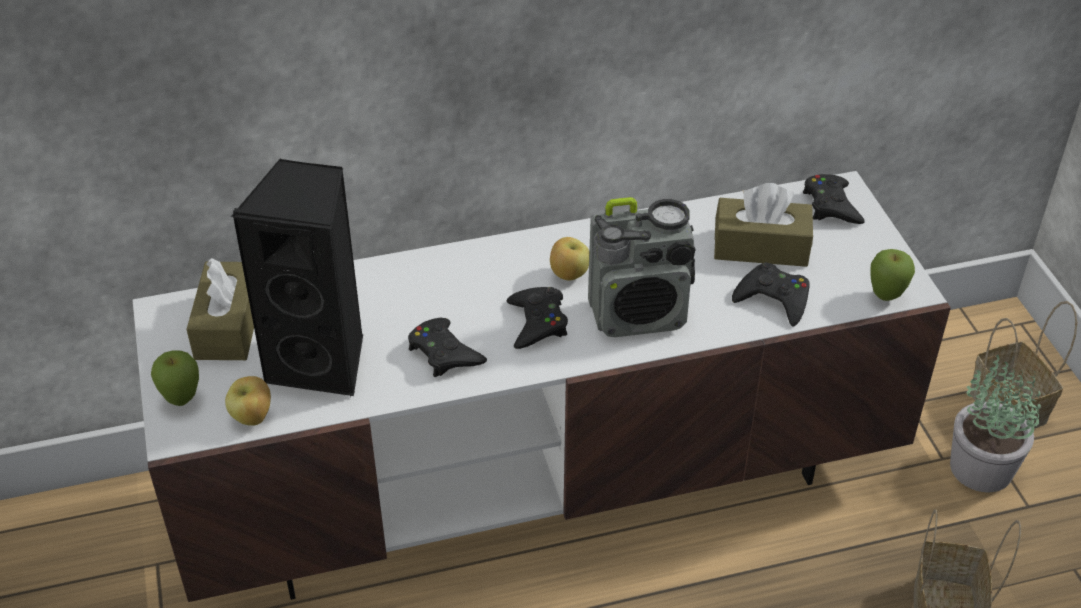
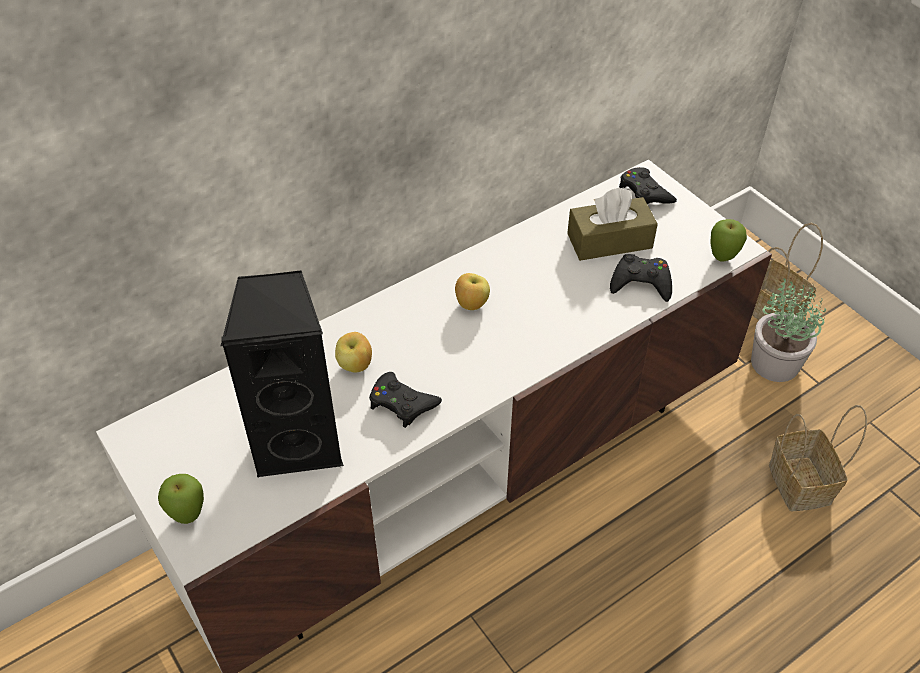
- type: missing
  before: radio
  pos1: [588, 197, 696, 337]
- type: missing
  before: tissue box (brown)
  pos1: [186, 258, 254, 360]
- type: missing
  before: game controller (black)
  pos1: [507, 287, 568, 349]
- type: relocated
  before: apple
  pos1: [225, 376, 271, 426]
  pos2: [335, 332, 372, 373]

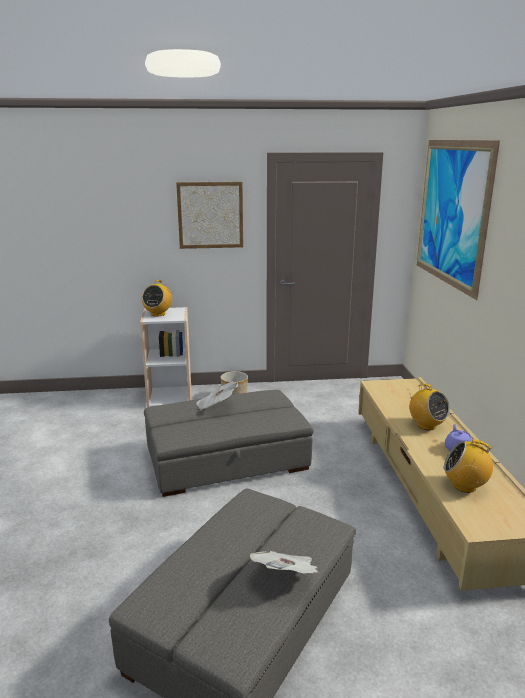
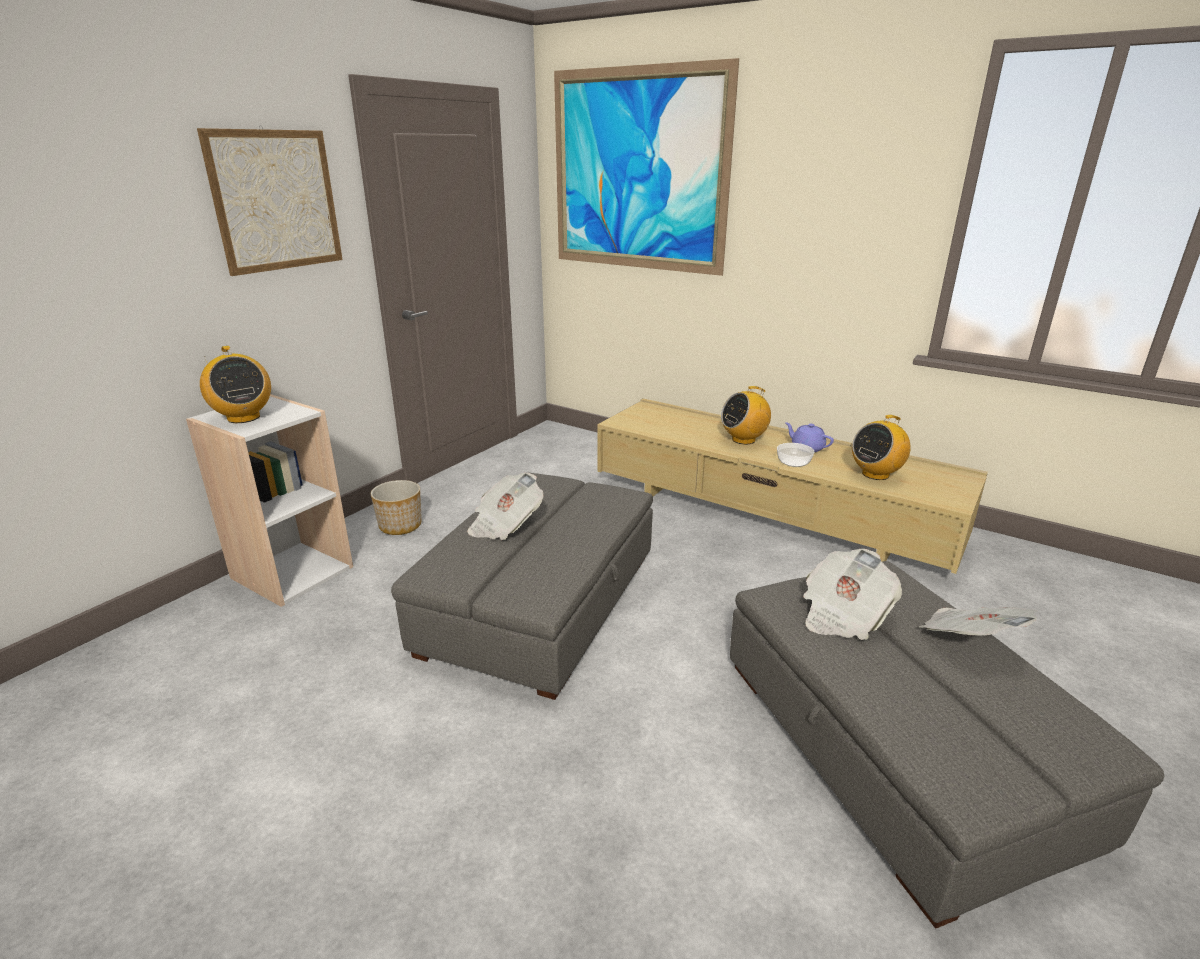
- type: spun
  before: radio
  pos1: [408, 384, 450, 430]
  pos2: [721, 386, 771, 445]
  turn: 150
- type: appeared
  after: bowl
  pos2: [777, 443, 814, 467]
- type: appeared
  after: newspaper
  pos2: [803, 549, 902, 640]

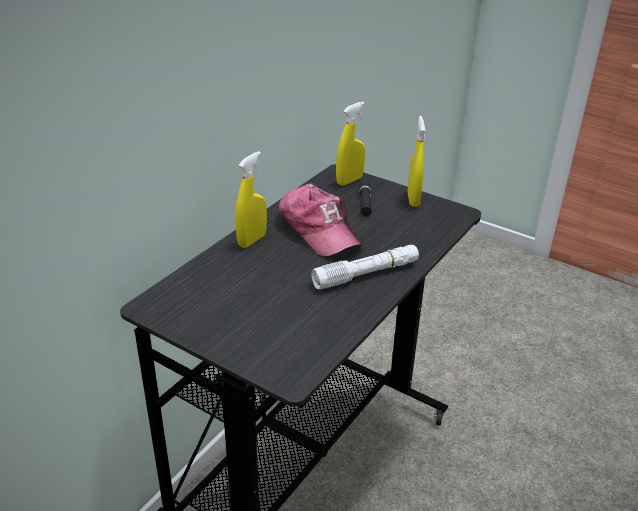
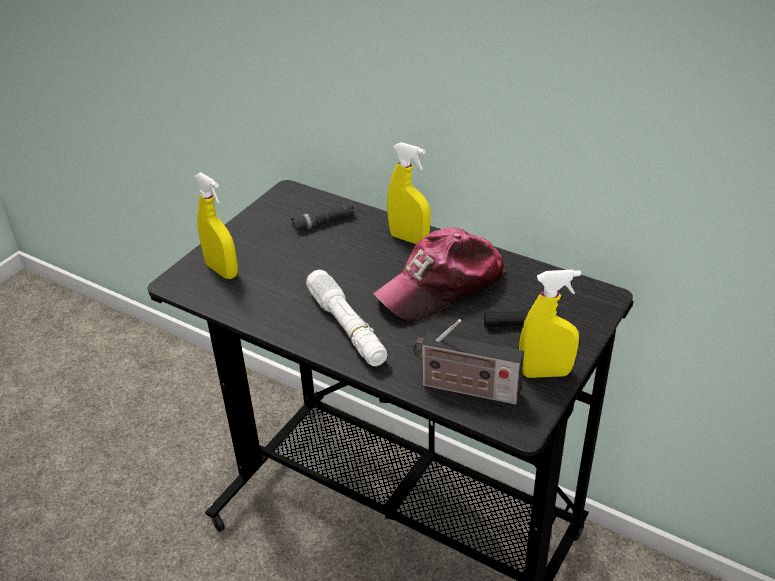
- type: relocated
  before: spray bottle (yellow)
  pos1: [336, 102, 365, 186]
  pos2: [194, 172, 238, 279]
- type: appeared
  after: flashlight (black)
  pos2: [291, 202, 355, 232]
- type: appeared
  after: radio
  pos2: [413, 319, 524, 405]

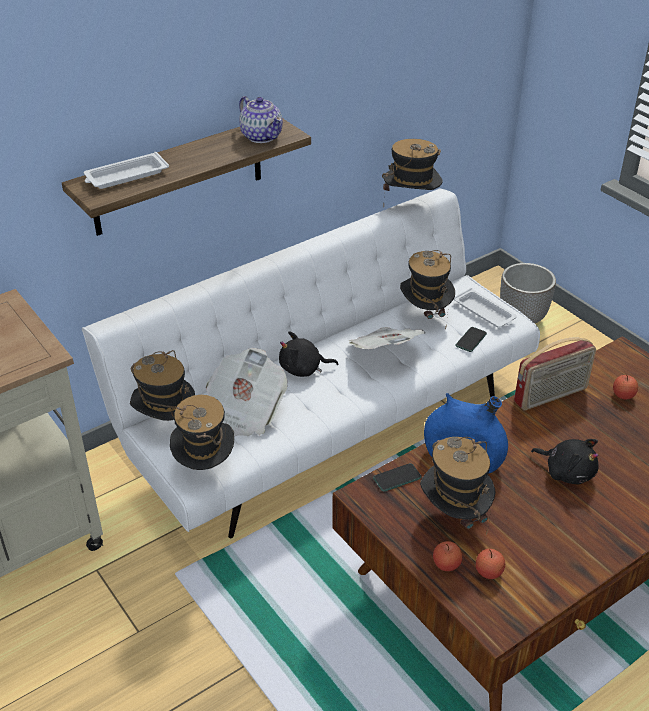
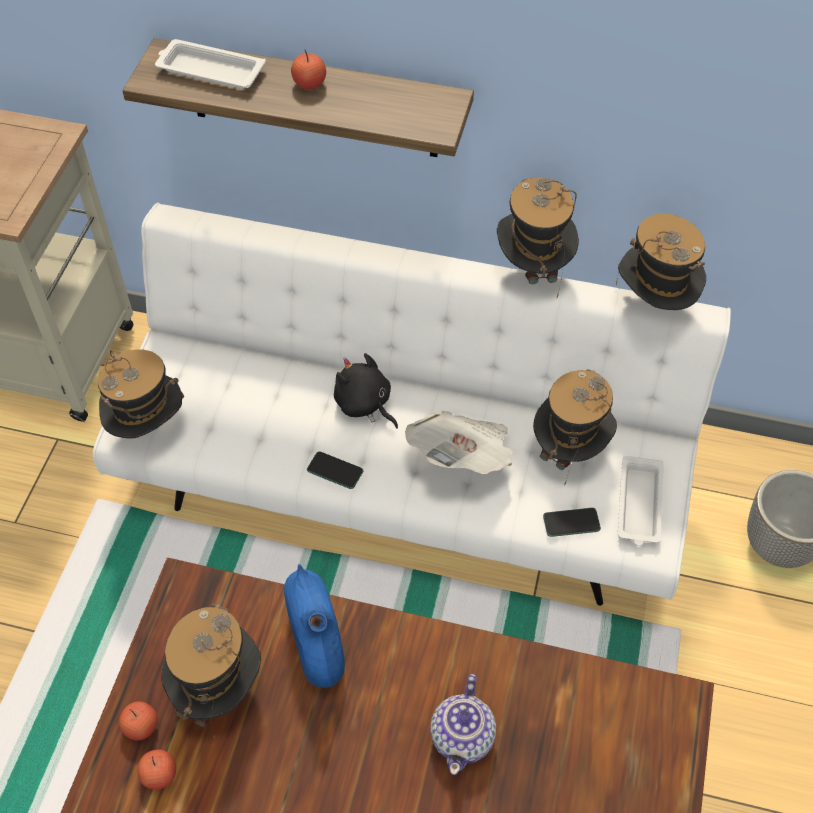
- type: relocated
  before: teapot
  pos1: [239, 96, 283, 143]
  pos2: [430, 674, 496, 775]
- type: missing
  before: radio
  pos1: [514, 337, 596, 411]
- type: missing
  before: newspaper
  pos1: [206, 348, 288, 437]
- type: relocated
  before: hat
  pos1: [130, 350, 195, 425]
  pos2: [497, 178, 579, 298]
- type: relocated
  before: apple
  pos1: [613, 375, 638, 399]
  pos2: [291, 50, 326, 90]
- type: missing
  before: plush toy (black)
  pos1: [531, 439, 599, 484]
- type: relocated
  before: phone
  pos1: [373, 463, 421, 492]
  pos2: [307, 451, 363, 489]

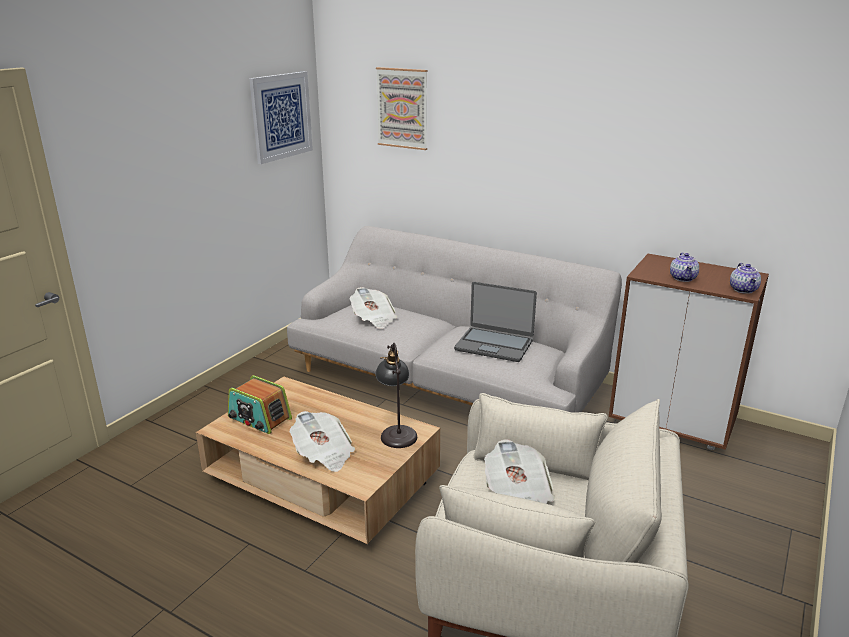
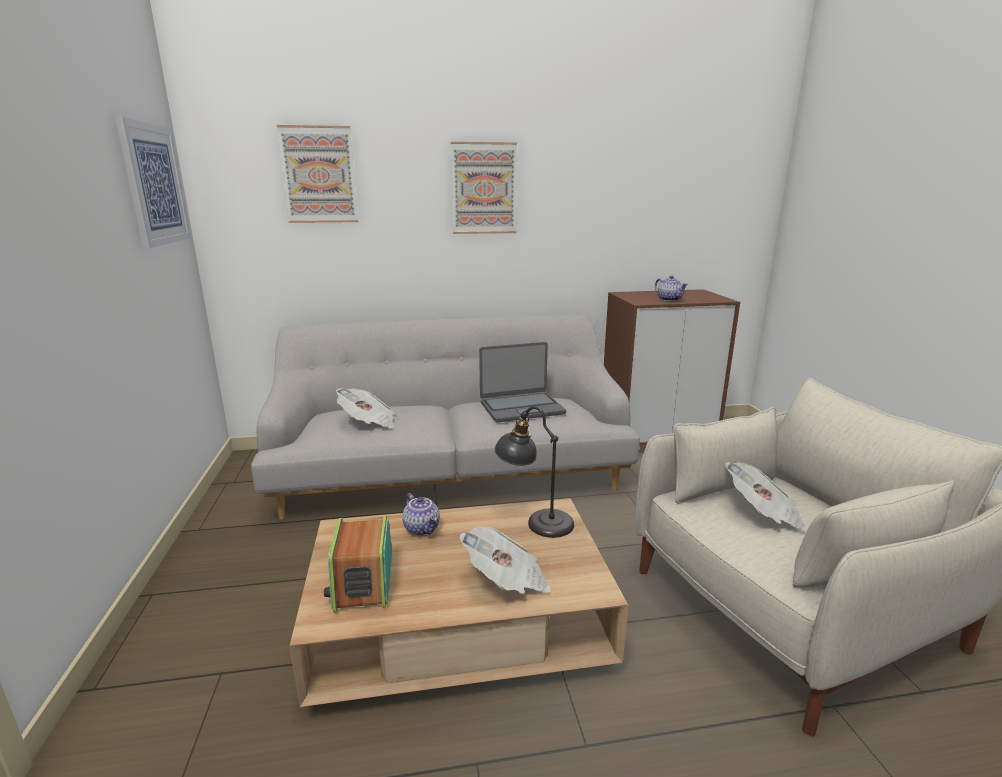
- type: relocated
  before: teapot
  pos1: [730, 263, 761, 294]
  pos2: [402, 493, 440, 536]
- type: spun
  before: radio
  pos1: [228, 375, 292, 434]
  pos2: [324, 515, 392, 613]
  turn: 90
- type: appeared
  after: picture
  pos2: [451, 142, 517, 234]

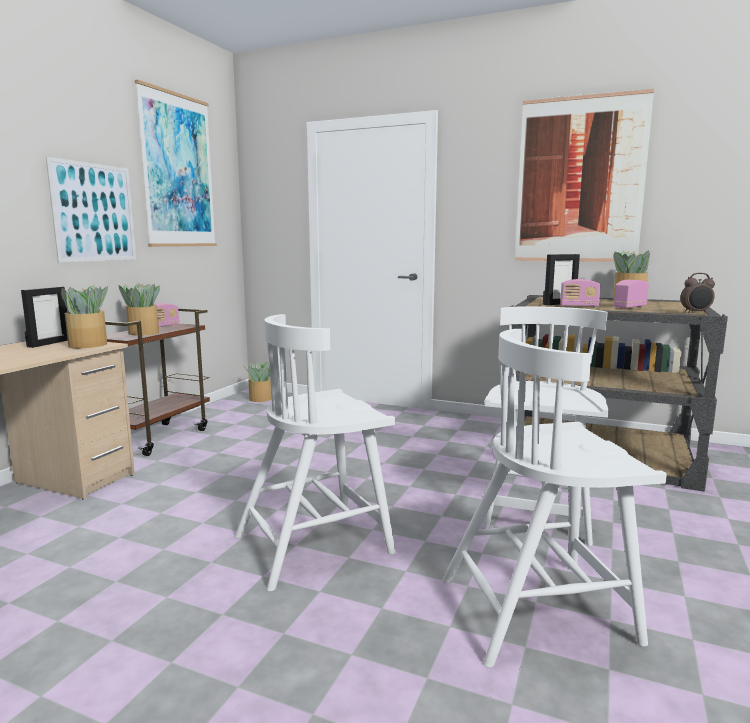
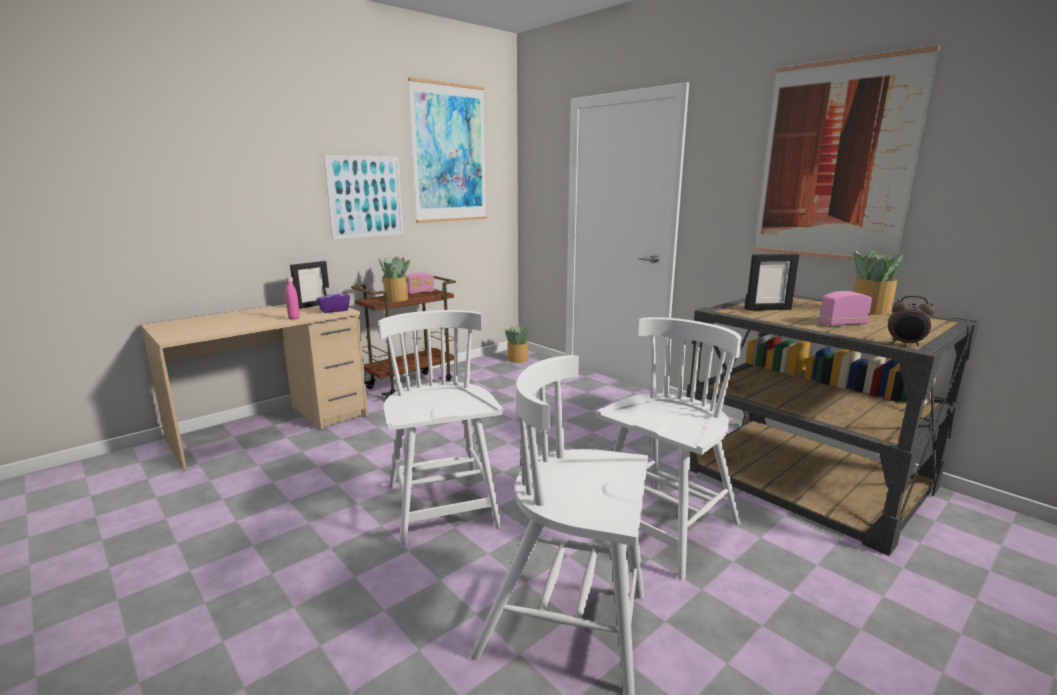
- type: missing
  before: radio
  pos1: [560, 279, 601, 307]
- type: exchanged
  before: potted plant
  after: tissue box (purple)
  pos1: [61, 286, 108, 348]
  pos2: [316, 287, 350, 313]
- type: spun
  before: chair (white)
  pos1: [235, 314, 396, 591]
  pos2: [378, 310, 503, 549]
  turn: 75
- type: appeared
  after: bottle (pink)
  pos2: [285, 277, 300, 320]

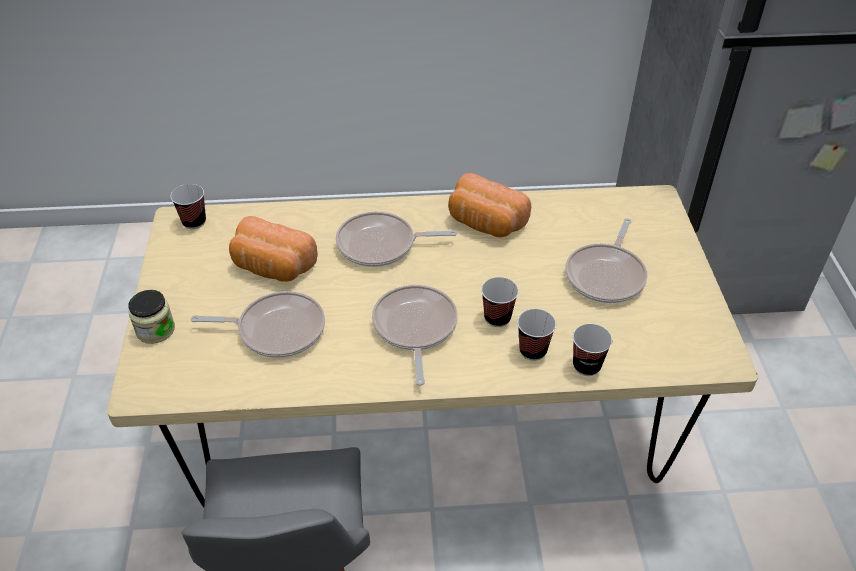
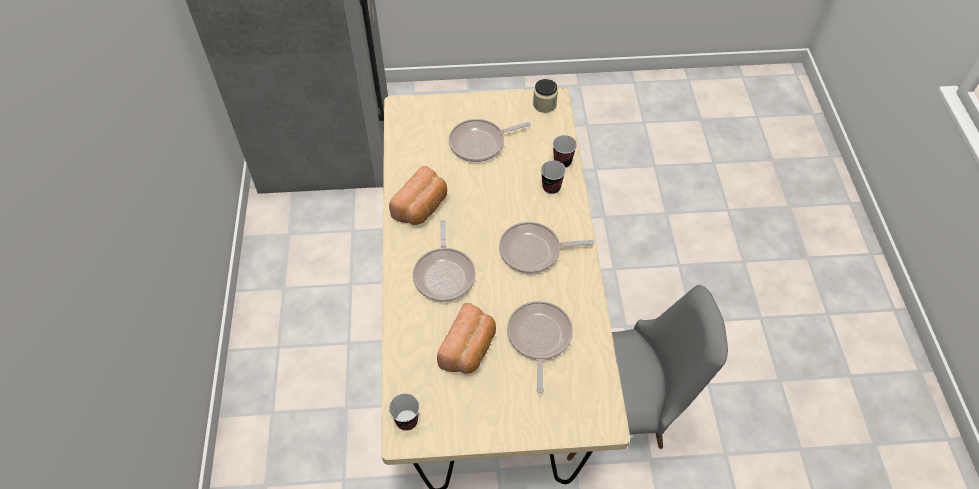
- type: spun
  before: frying pan
  pos1: [565, 218, 648, 303]
  pos2: [449, 119, 531, 162]
  turn: 135
- type: missing
  before: cup
  pos1: [481, 277, 519, 327]
- type: relocated
  before: jar
  pos1: [128, 290, 175, 344]
  pos2: [533, 79, 558, 113]

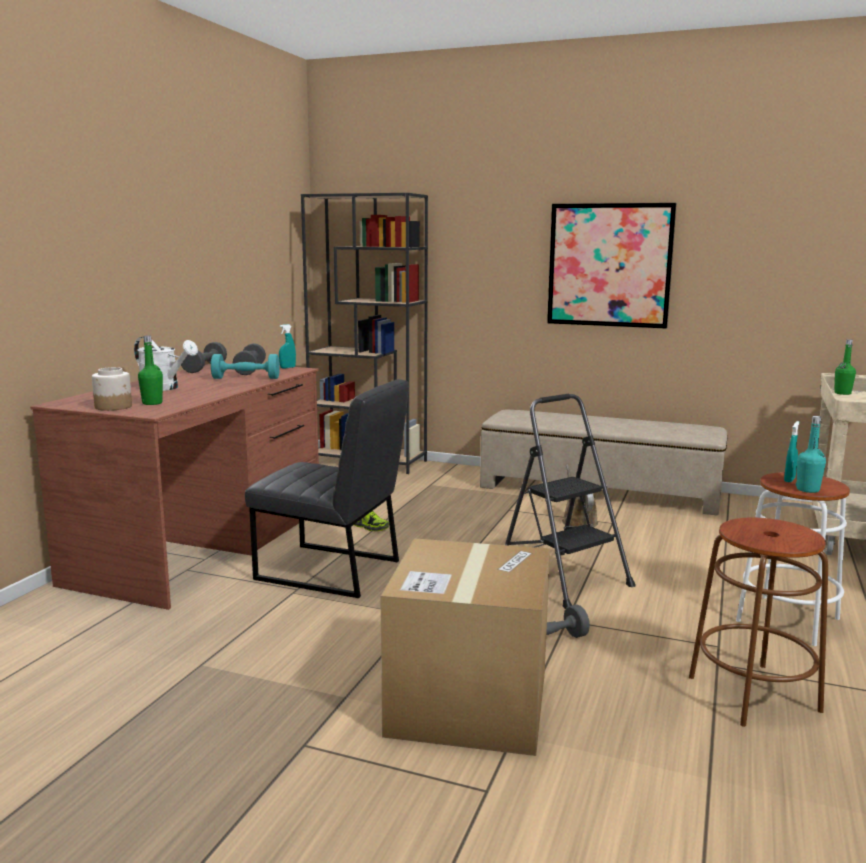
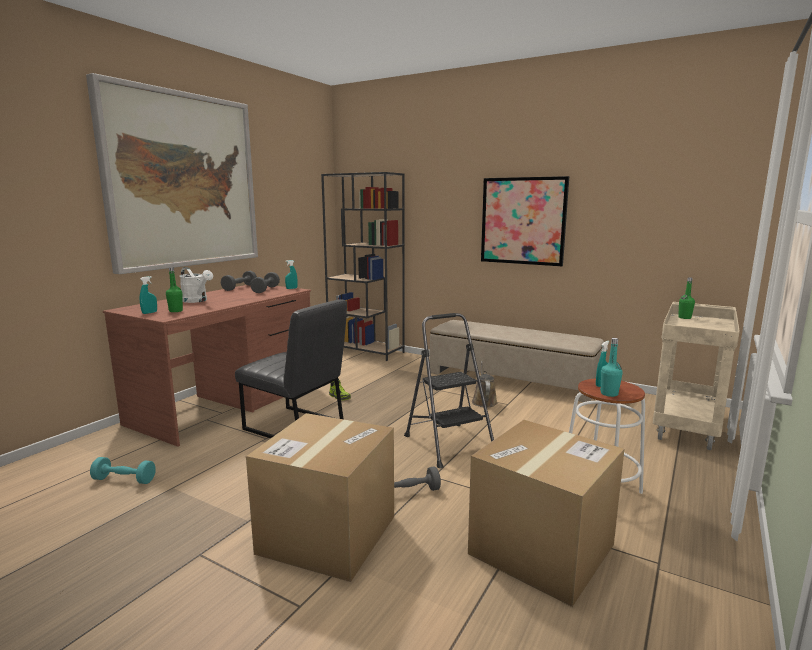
- type: relocated
  before: dumbbell (turquoise)
  pos1: [211, 354, 280, 379]
  pos2: [90, 457, 156, 484]
- type: exchanged
  before: jar
  after: spray bottle (turquoise)
  pos1: [92, 367, 132, 411]
  pos2: [140, 276, 157, 314]
- type: exchanged
  before: stool (brown)
  after: cardboard box
  pos1: [689, 518, 828, 727]
  pos2: [468, 420, 624, 607]
- type: appeared
  after: picture
  pos2: [86, 73, 258, 274]

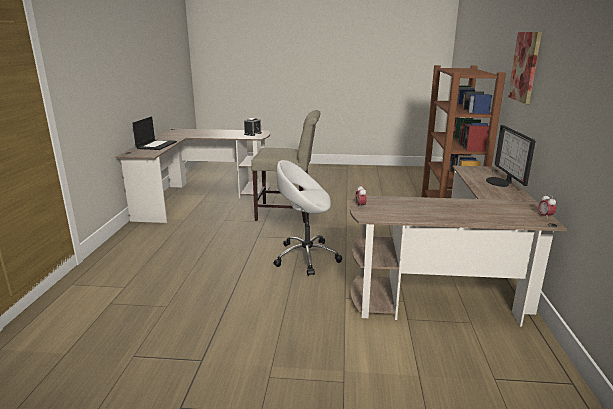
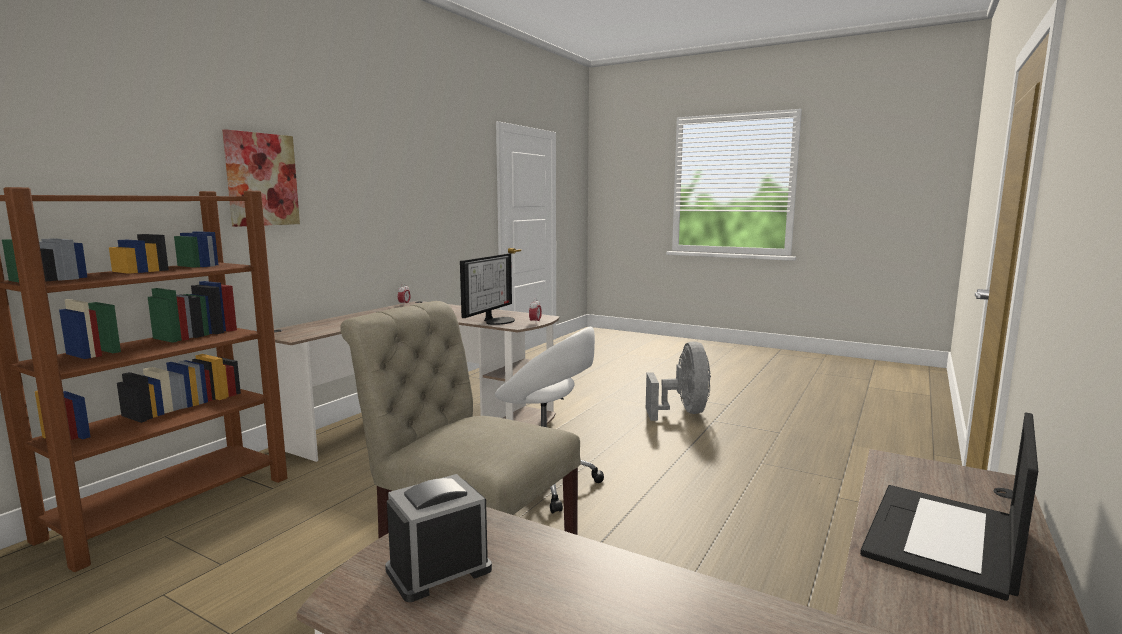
- type: relocated
  before: monitor
  pos1: [486, 125, 536, 187]
  pos2: [460, 253, 515, 325]
- type: appeared
  after: fan (grey)
  pos2: [646, 341, 711, 421]

